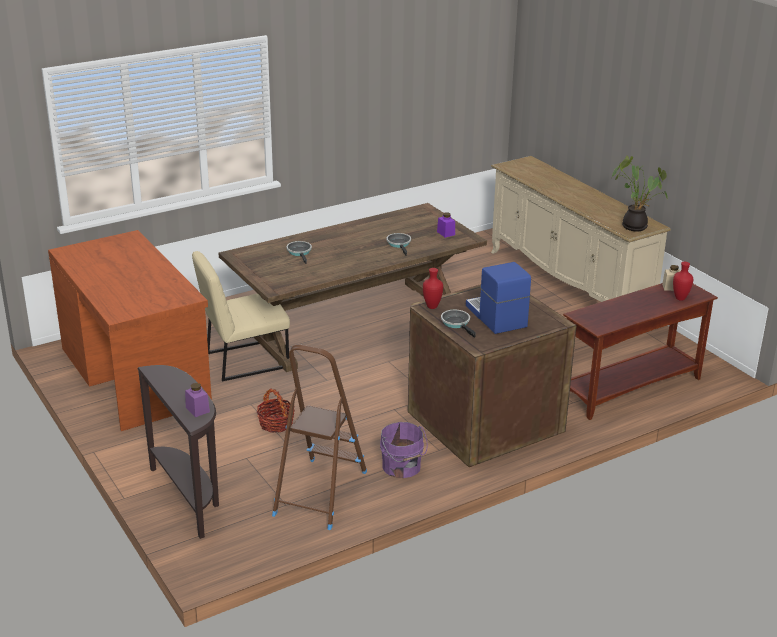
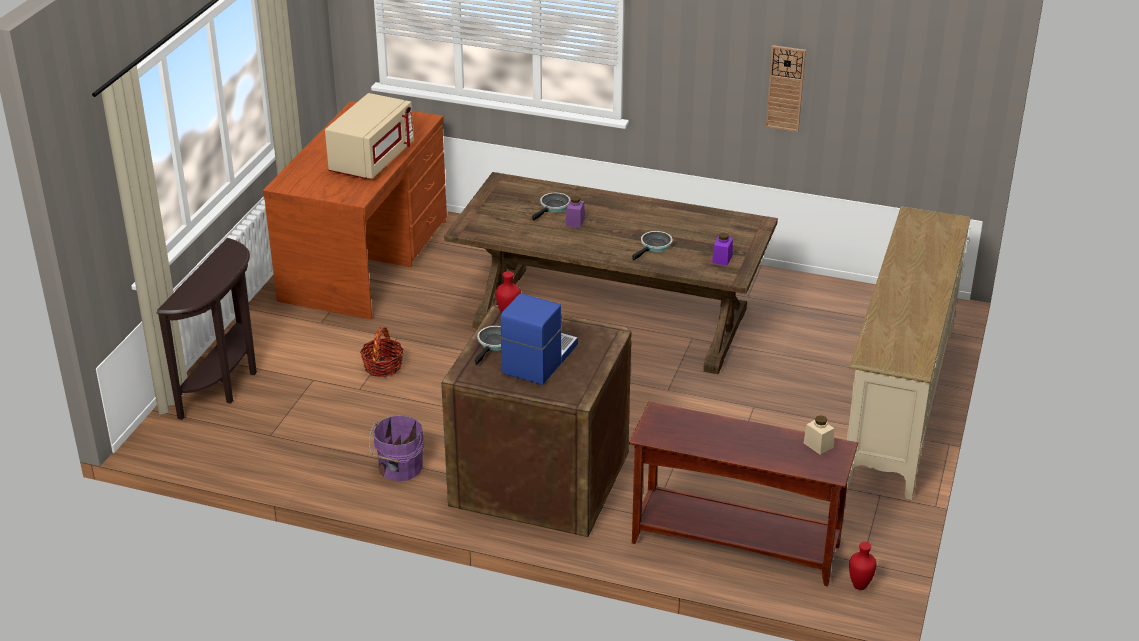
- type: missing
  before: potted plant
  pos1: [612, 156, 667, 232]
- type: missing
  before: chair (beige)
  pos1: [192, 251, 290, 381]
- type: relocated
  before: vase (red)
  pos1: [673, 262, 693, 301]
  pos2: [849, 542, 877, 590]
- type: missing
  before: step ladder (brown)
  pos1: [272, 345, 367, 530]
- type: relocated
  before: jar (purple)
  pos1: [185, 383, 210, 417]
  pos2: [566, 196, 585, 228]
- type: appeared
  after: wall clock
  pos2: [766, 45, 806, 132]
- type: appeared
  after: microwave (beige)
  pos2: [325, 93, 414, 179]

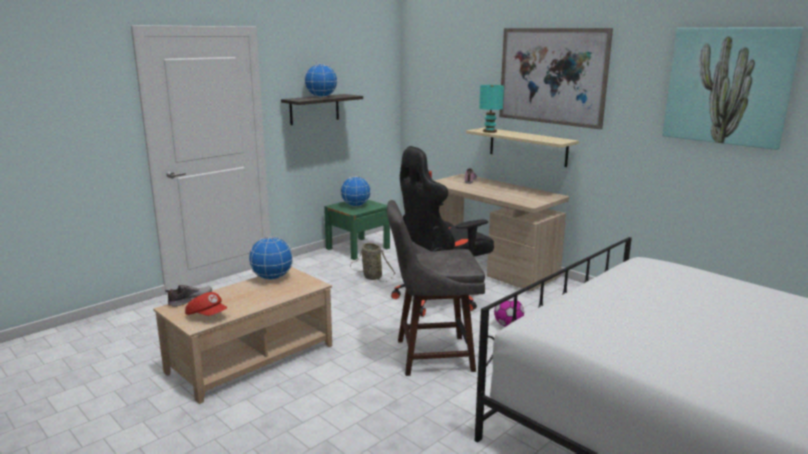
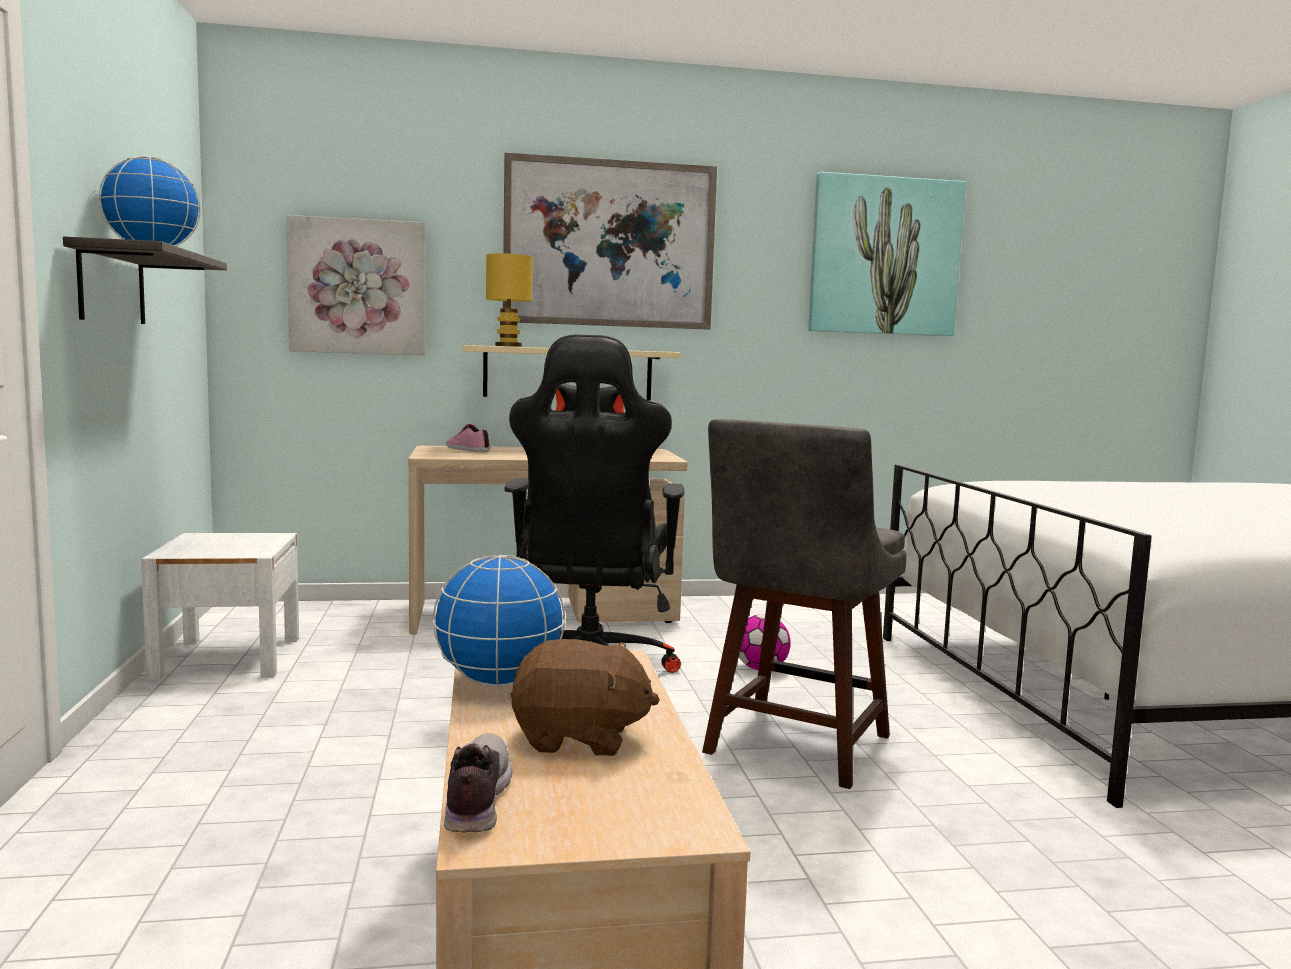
- type: colour
  before: table lamp (turquoise)
  after: table lamp (yellow)
  pos1: [479, 85, 504, 133]
  pos2: [486, 253, 533, 347]
- type: missing
  before: globe
  pos1: [340, 176, 371, 206]
- type: colour
  before: nightstand (green)
  after: nightstand (white)
  pos1: [324, 200, 390, 260]
  pos2: [141, 533, 299, 681]
- type: missing
  before: basket
  pos1: [350, 243, 395, 282]
- type: missing
  before: cap (red)
  pos1: [185, 292, 227, 316]
- type: appeared
  after: picture
  pos2: [286, 215, 425, 355]
- type: appeared
  after: plush toy (brown)
  pos2: [511, 639, 660, 756]

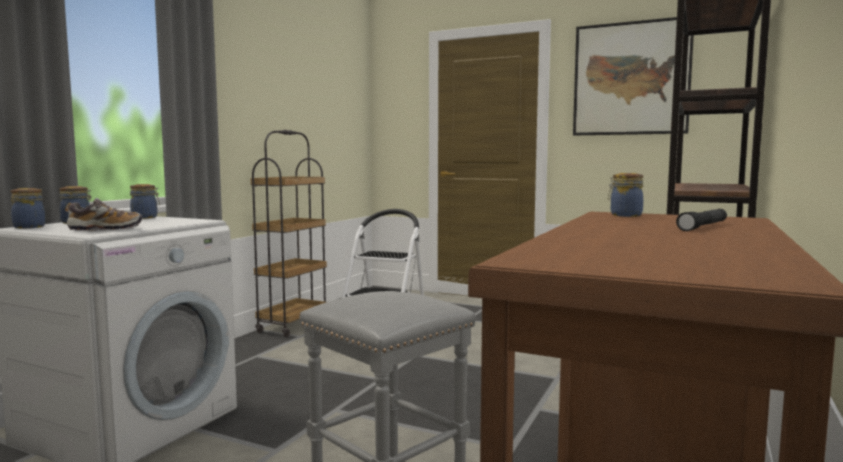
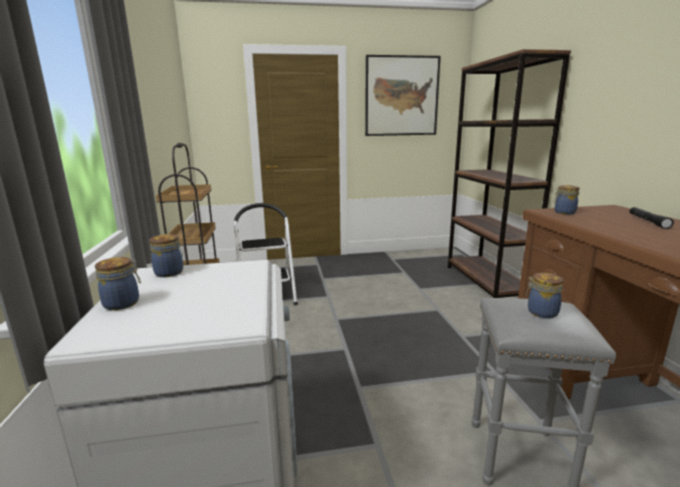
- type: relocated
  before: jar
  pos1: [11, 188, 46, 228]
  pos2: [525, 273, 564, 318]
- type: missing
  before: shoe
  pos1: [65, 198, 142, 231]

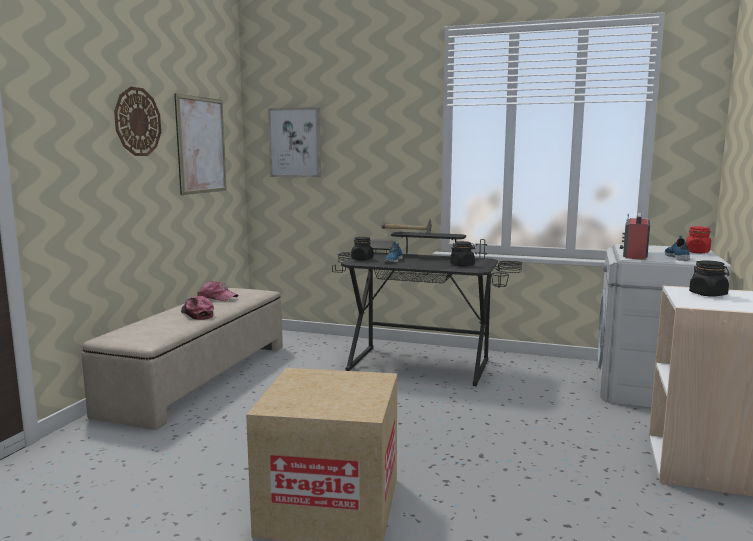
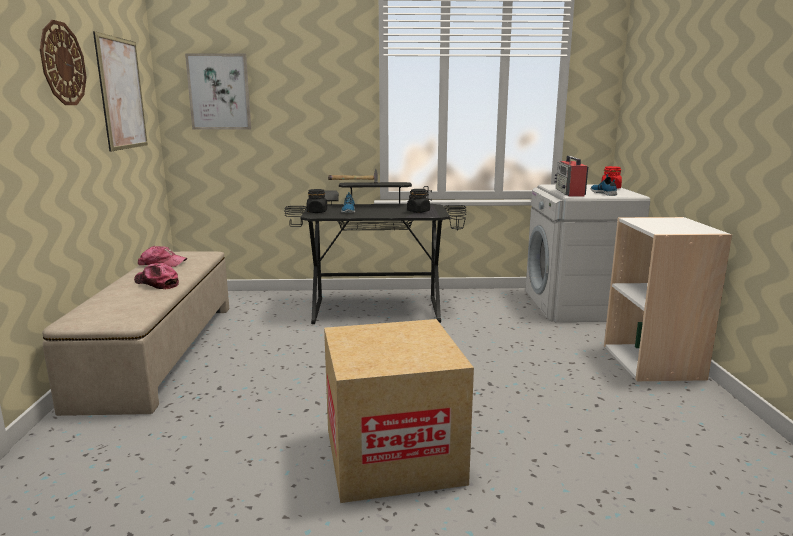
- type: missing
  before: jar (black)
  pos1: [689, 260, 729, 297]

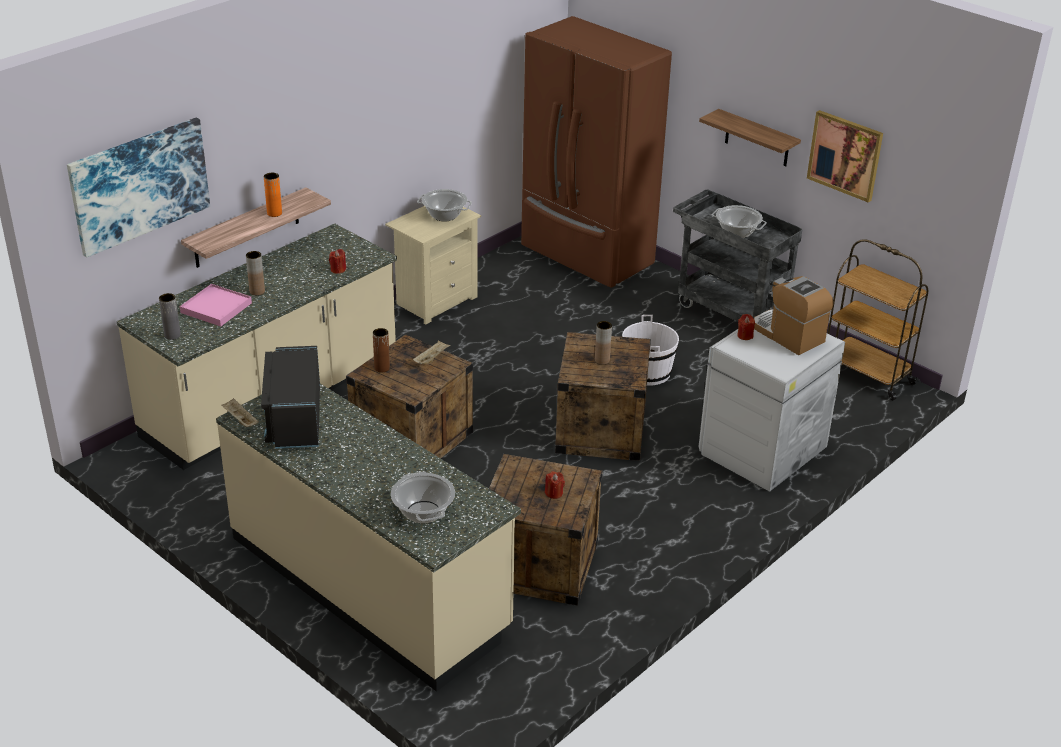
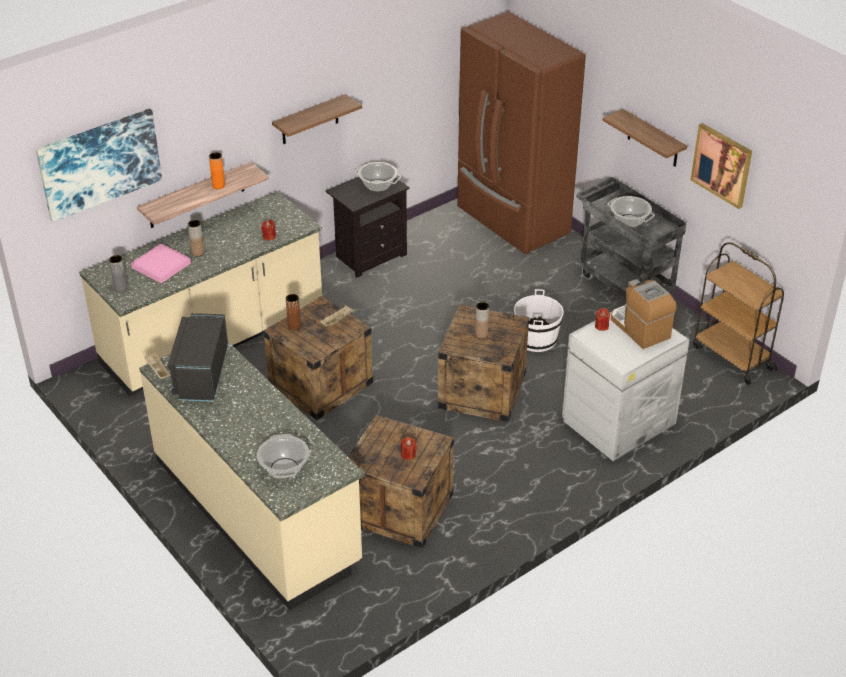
- type: colour
  before: nightstand (beige)
  after: nightstand (black)
  pos1: [385, 206, 481, 325]
  pos2: [325, 177, 410, 278]
- type: appeared
  after: shelf
  pos2: [272, 94, 362, 144]

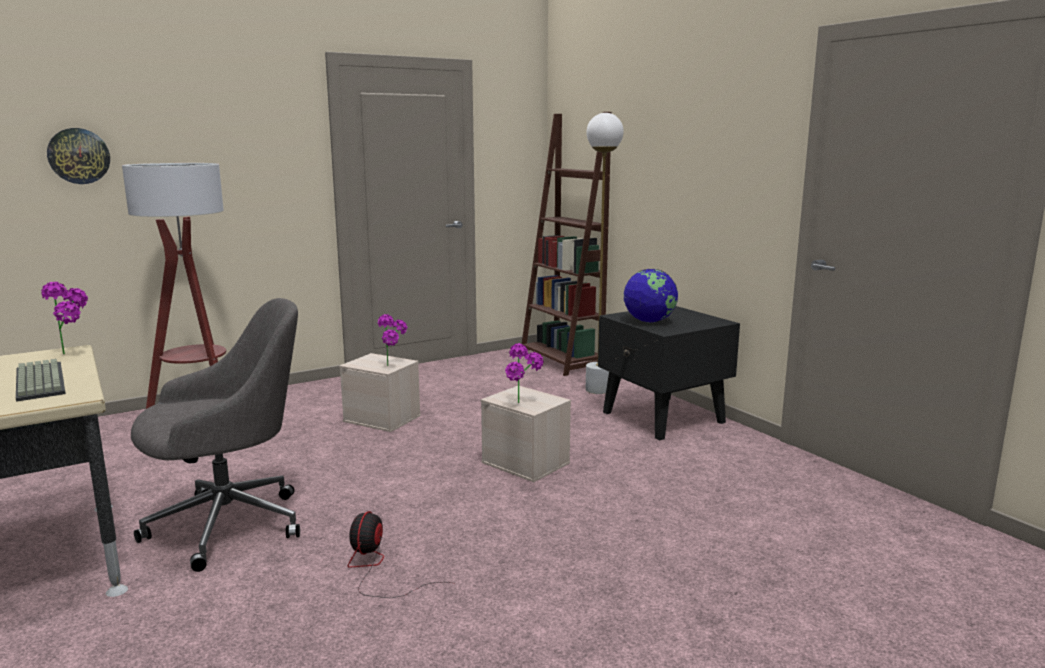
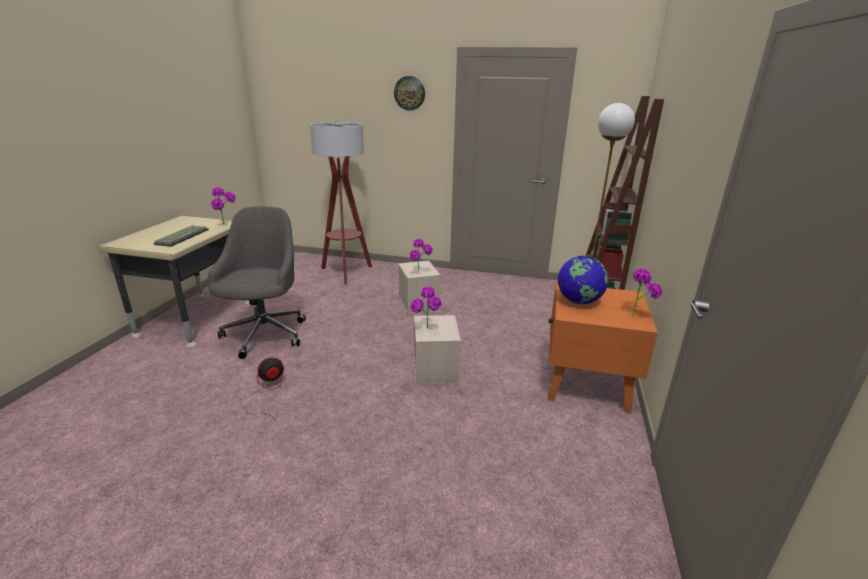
- type: relocated
  before: wall clock
  pos1: [47, 128, 110, 184]
  pos2: [394, 76, 425, 111]
- type: spun
  before: office chair (grey)
  pos1: [131, 298, 300, 572]
  pos2: [208, 206, 306, 359]
  turn: -105
- type: colour
  before: nightstand (black)
  after: nightstand (orange)
  pos1: [598, 306, 740, 441]
  pos2: [548, 282, 658, 414]
- type: appeared
  after: potted plant
  pos2: [633, 268, 662, 316]

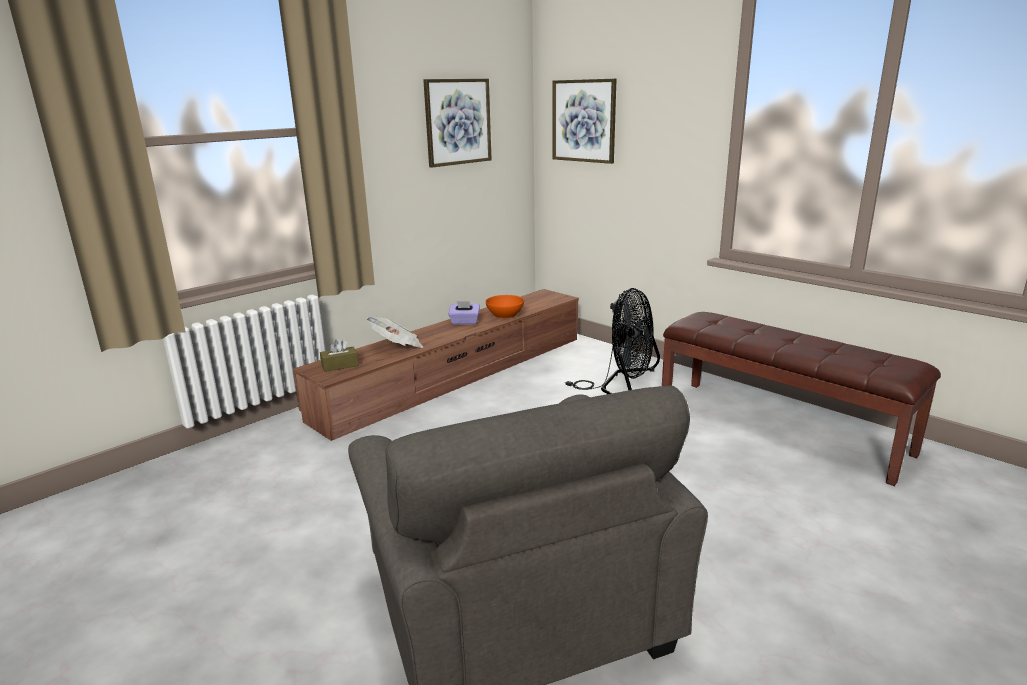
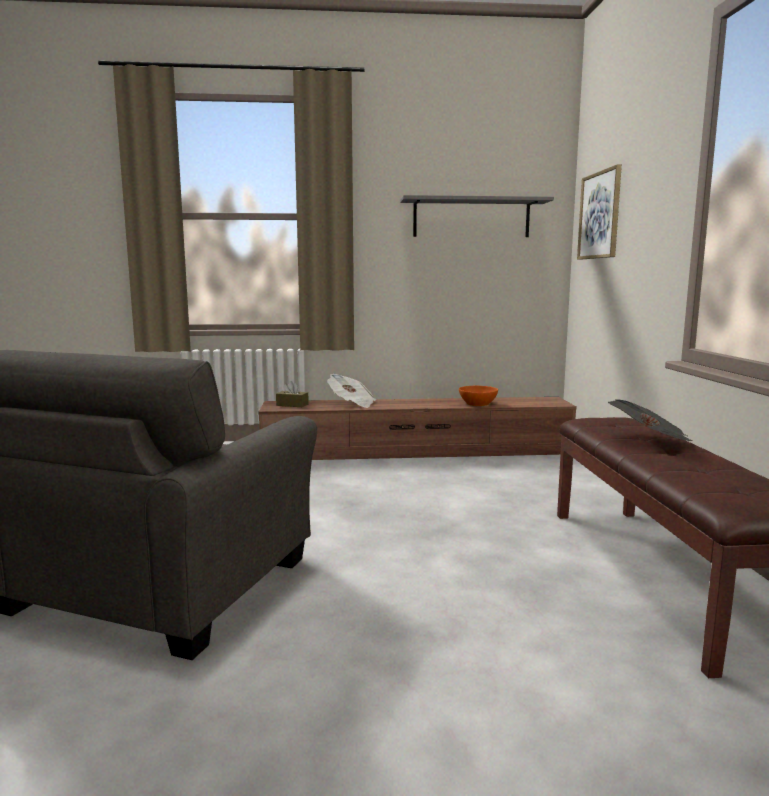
- type: exchanged
  before: picture
  after: shelf (grey)
  pos1: [423, 79, 492, 167]
  pos2: [400, 195, 554, 237]
- type: missing
  before: fan (black)
  pos1: [565, 288, 660, 394]
- type: missing
  before: tissue box (purple)
  pos1: [448, 301, 480, 325]
- type: appeared
  after: newspaper
  pos2: [608, 399, 692, 441]

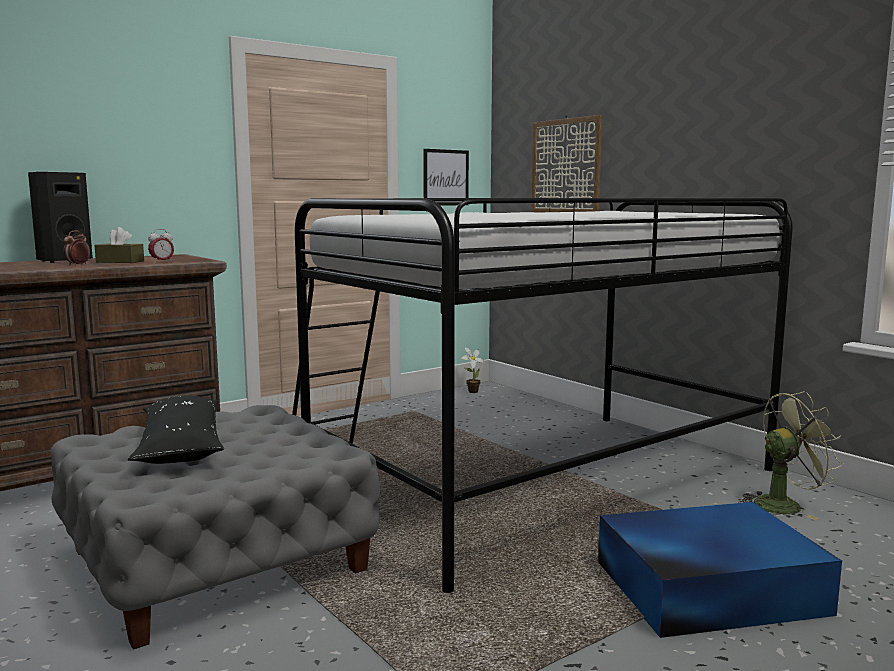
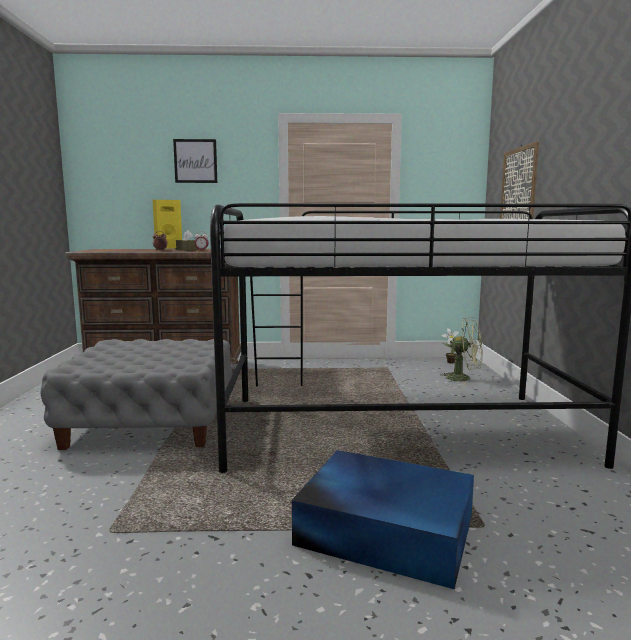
- type: relocated
  before: picture
  pos1: [423, 149, 469, 205]
  pos2: [173, 139, 217, 183]
- type: colour
  before: speaker (black)
  after: speaker (yellow)
  pos1: [28, 172, 93, 263]
  pos2: [153, 200, 182, 249]
- type: relocated
  before: fan (green)
  pos1: [738, 391, 844, 520]
  pos2: [440, 317, 483, 385]
- type: missing
  before: pillow (black)
  pos1: [128, 396, 224, 464]

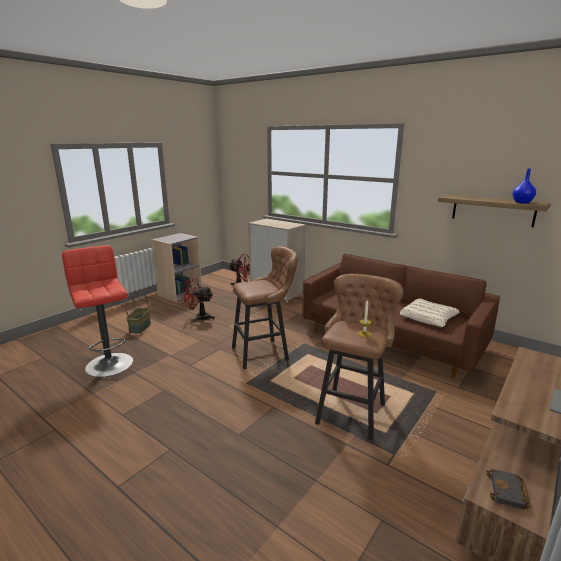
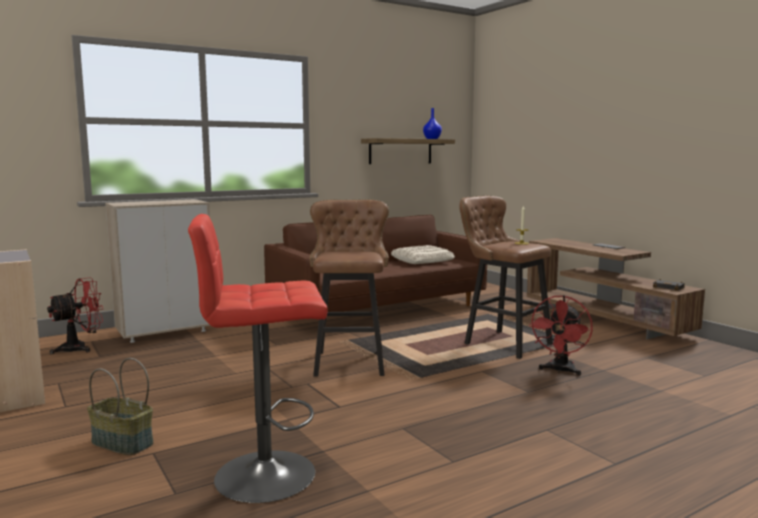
- type: relocated
  before: fan (red)
  pos1: [182, 278, 215, 322]
  pos2: [529, 295, 593, 376]

